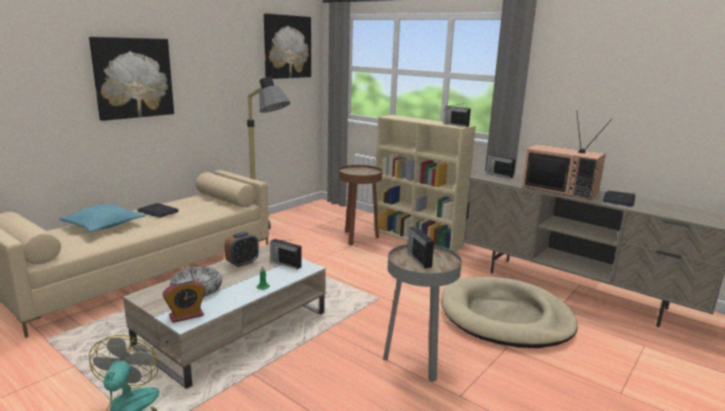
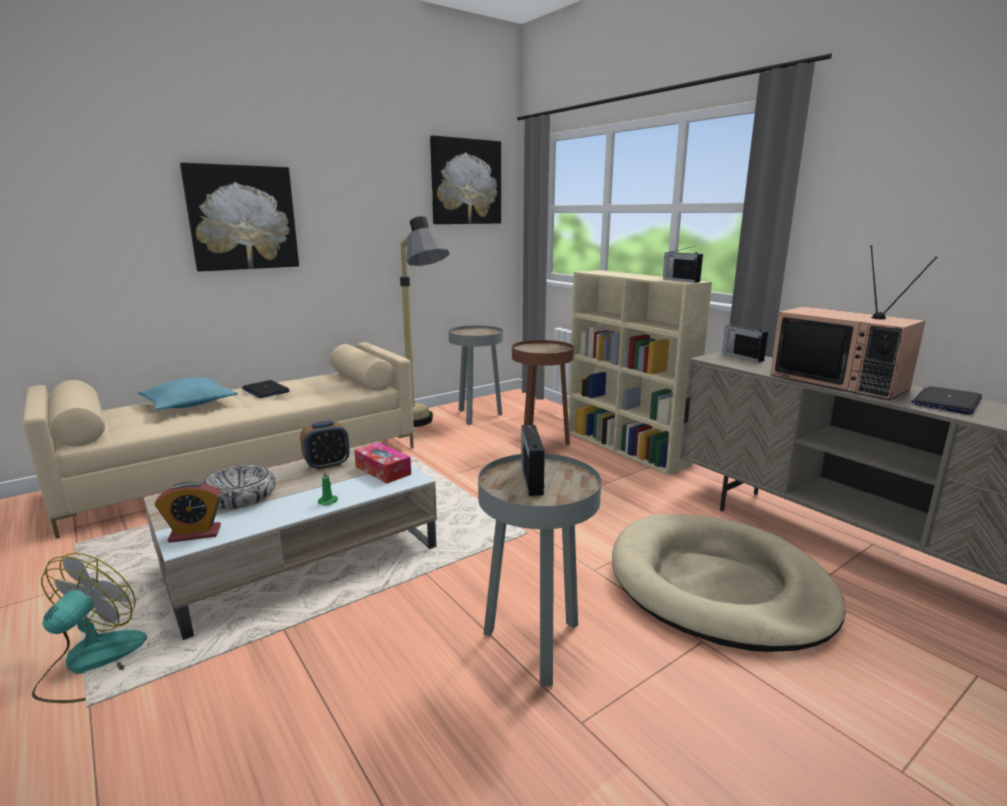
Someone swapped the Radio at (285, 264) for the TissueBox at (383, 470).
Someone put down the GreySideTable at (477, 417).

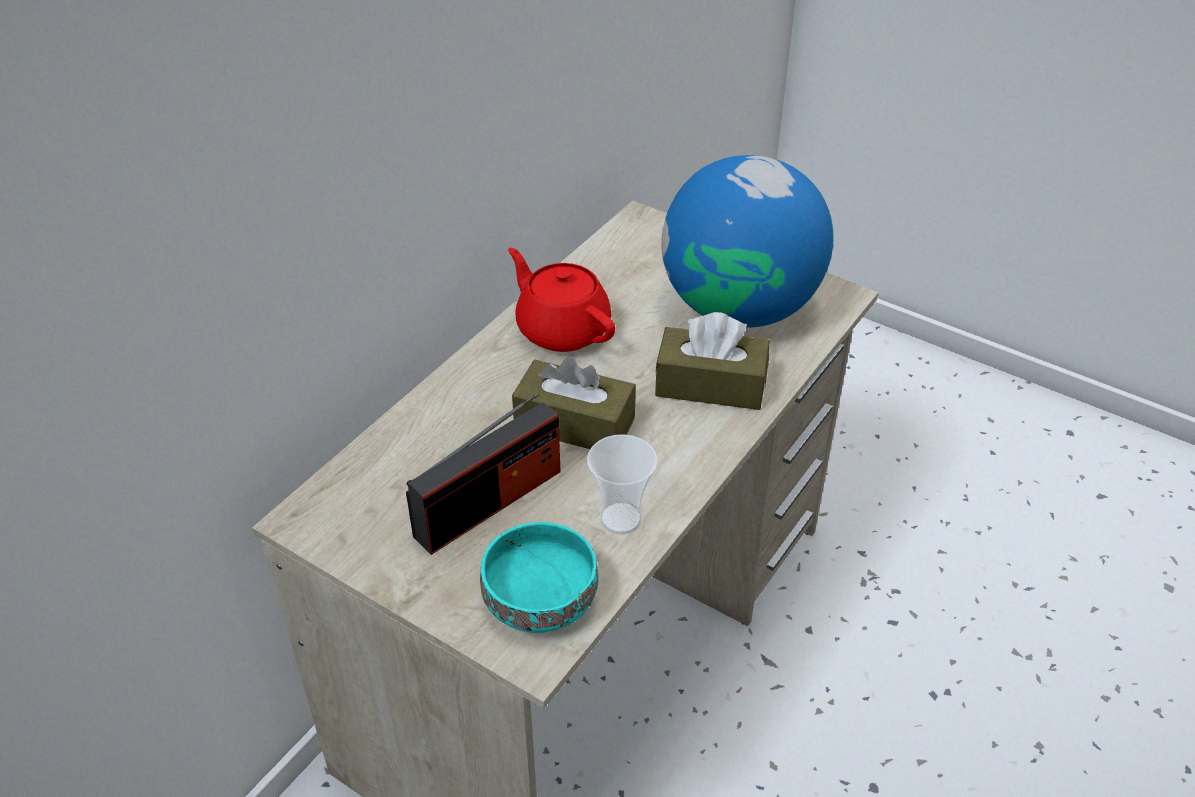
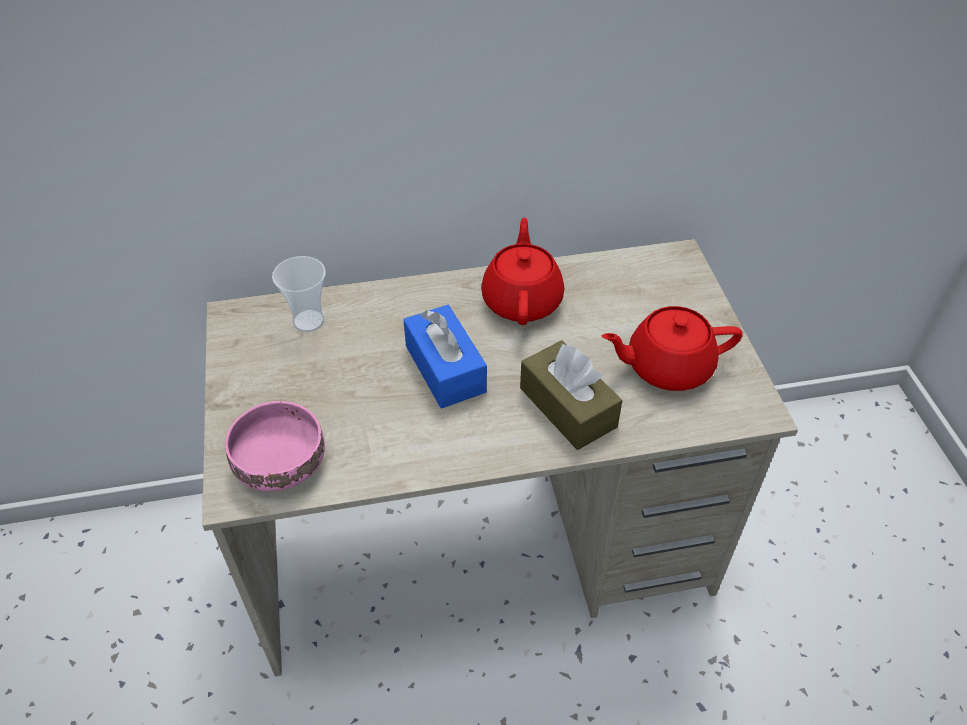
Someone swapped the Globe at (740, 307) for the RedTeapot at (667, 366).
Someone repainted the BrownTissueBox at (574, 424), which became the BlueTissueBox at (445, 369).
Someone took away the Radio at (489, 503).
Someone carried the Cup from (621, 519) to (308, 321).
Someone repainted the TurquoiseBowl at (539, 596), which became the PinkBowl at (282, 461).

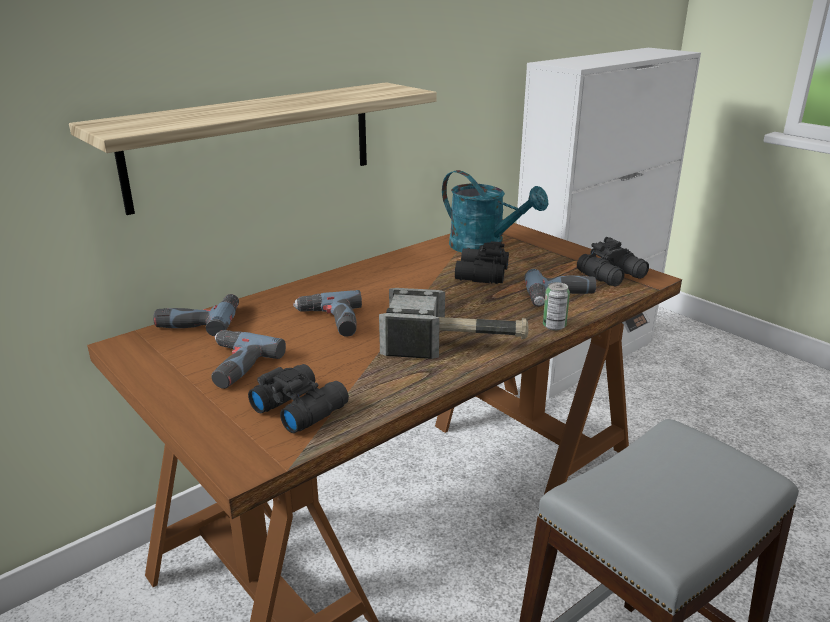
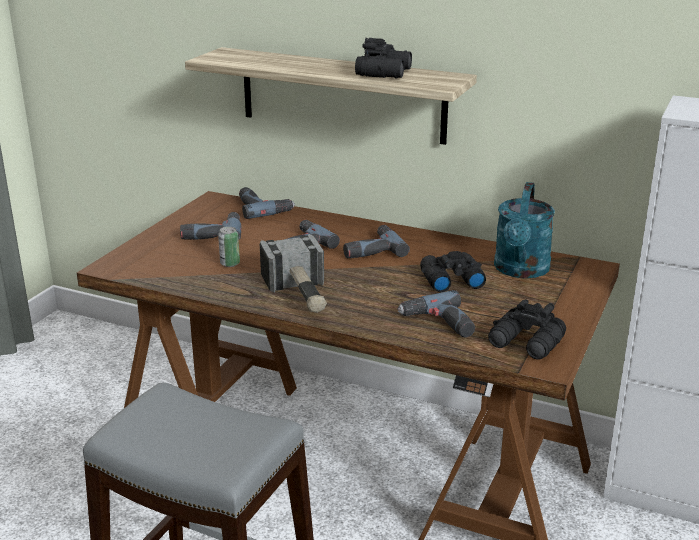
Someone carried the Can from (554, 326) to (230, 264).
Someone carried the BlackBinoculars from (300, 407) to (385, 72).
Someone put down the PowerDrill at (370, 249).

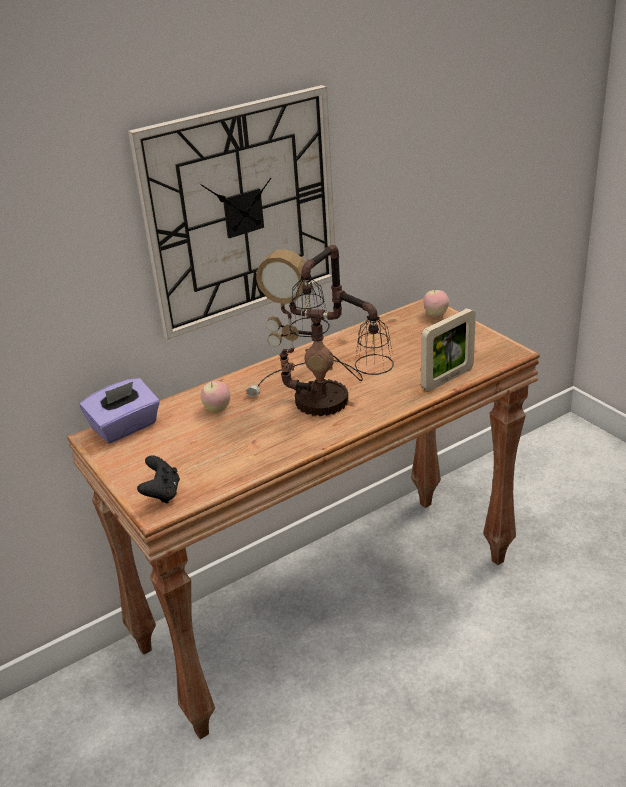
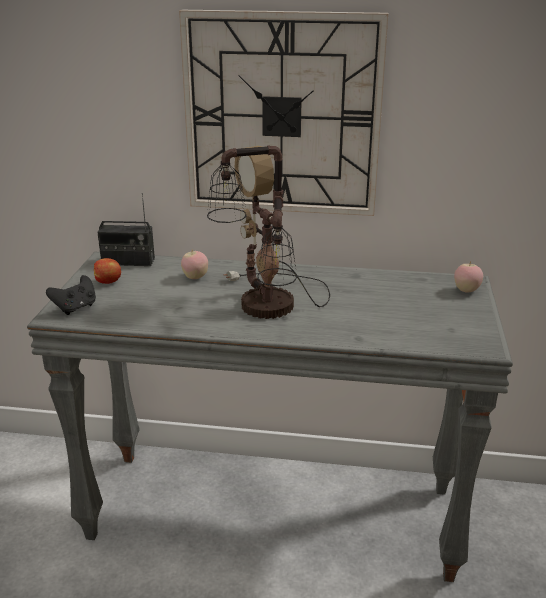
Someone repainted the BrownConsoleTable at (328, 601), which became the GreyConsoleTable at (274, 511).
Someone took away the PictureFrame at (447, 379).
Someone swapped the PurpleTissueBox at (125, 427) for the Radio at (128, 261).
Someone put down the Apple at (108, 282).

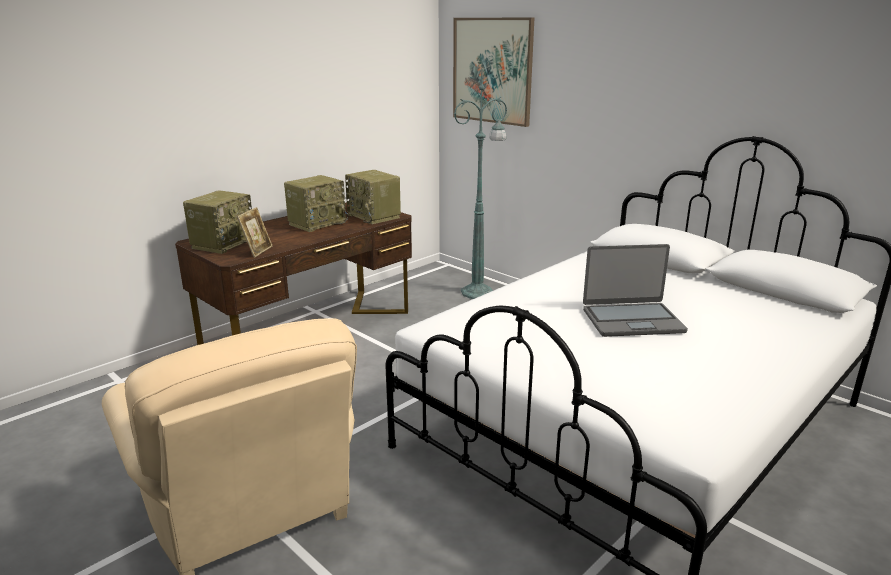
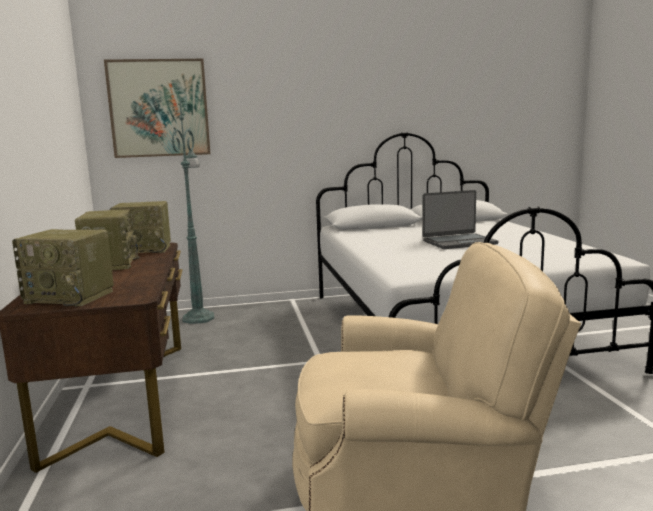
Someone rotated the Radio at (223, 243) by 135 degrees clockwise.
Someone took away the PictureFrame at (257, 251).
Someone rotated the Laptop at (632, 320) by 45 degrees clockwise.

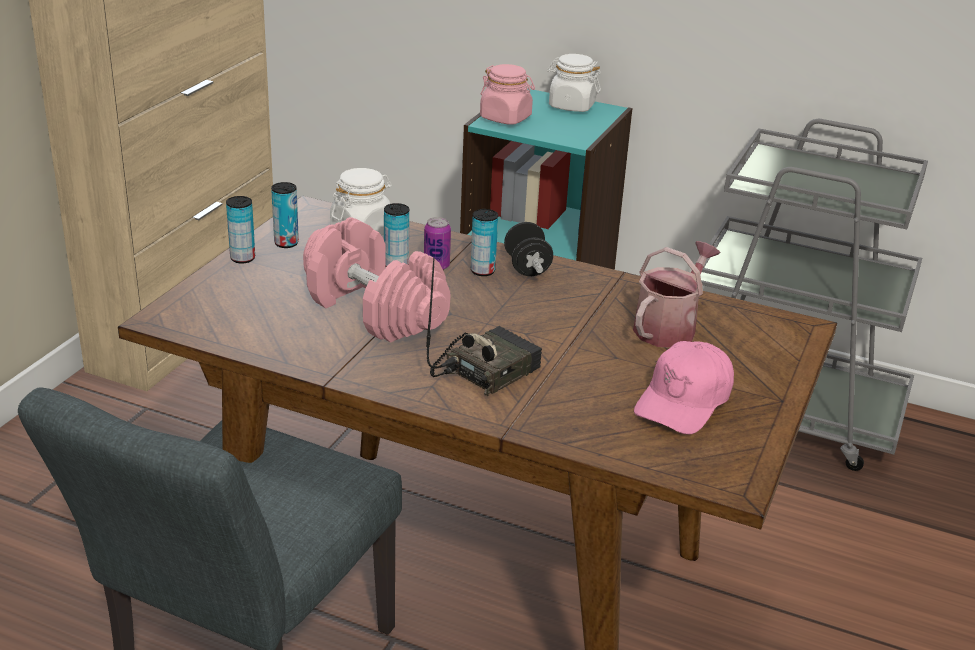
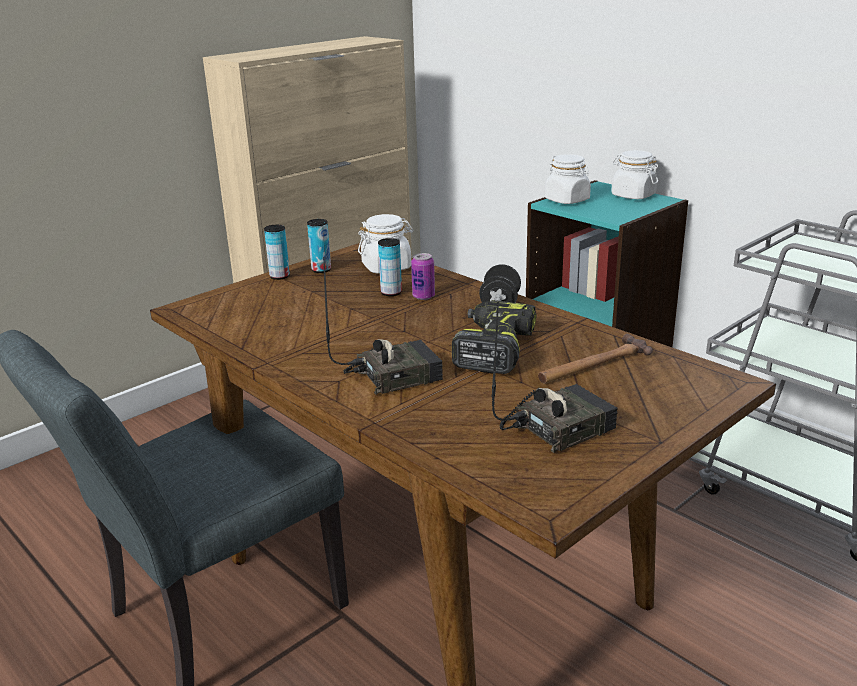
Someone repainted the PinkJar at (506, 118), which became the WhiteJar at (567, 200).
Someone took away the Can at (482, 271).
Someone took away the PinkDumbbell at (373, 309).
Someone swapped the WateringCan at (669, 327) for the Hammer at (593, 365).
Someone swapped the PinkCap at (684, 401) for the Radio at (557, 427).
Someone put down the PowerDrill at (492, 349).

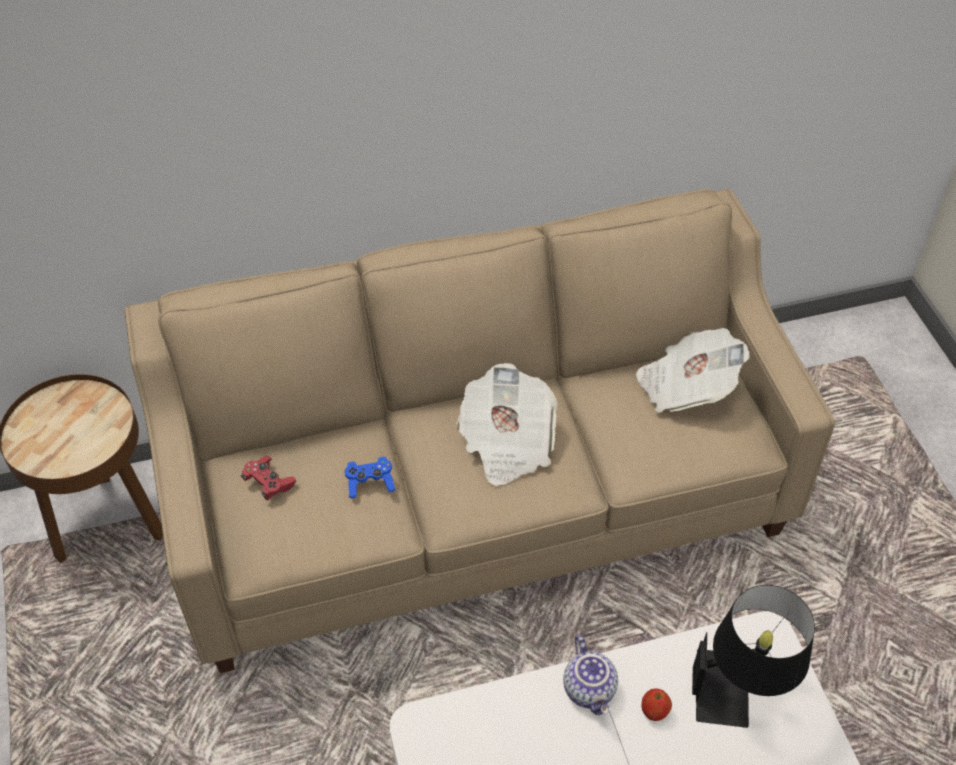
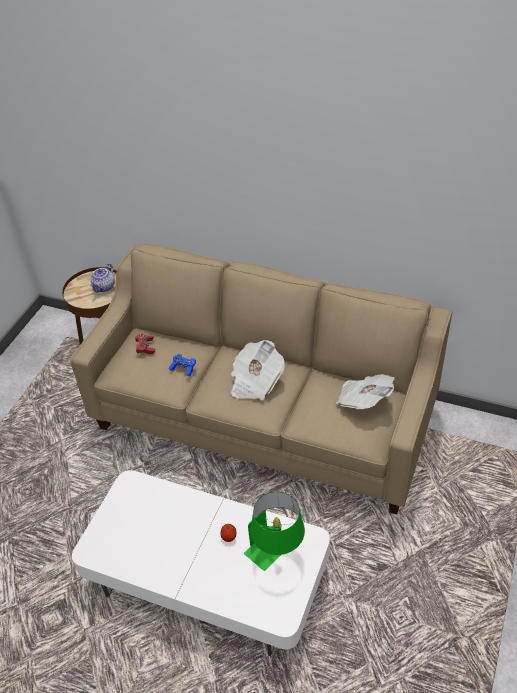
Someone repainted the BlackTableLamp at (740, 689), which became the GreenTableLamp at (277, 553).
Someone carried the Teapot from (590, 689) to (104, 287).

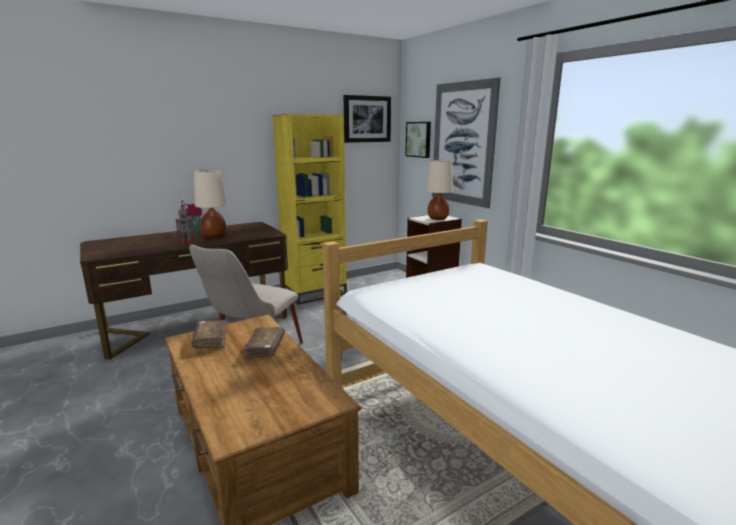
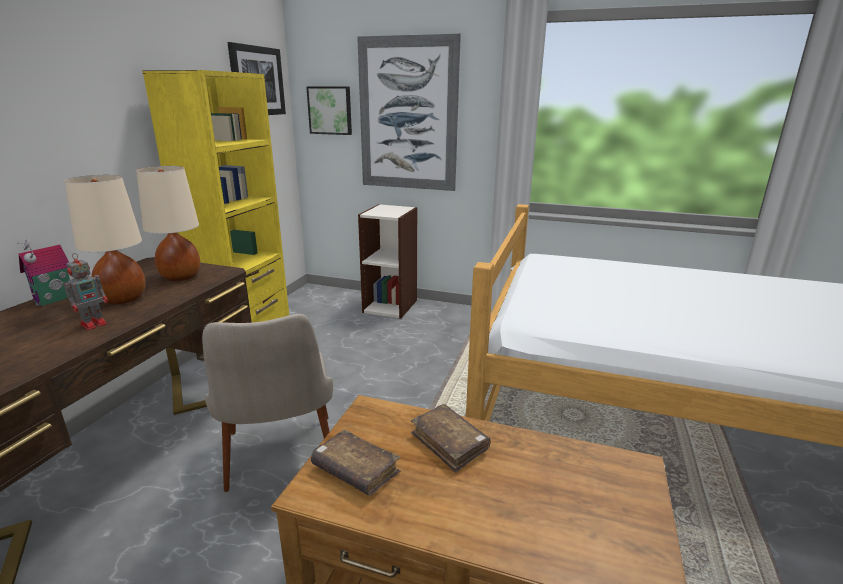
Someone carried the BeigeTableLamp from (437, 219) to (181, 277).

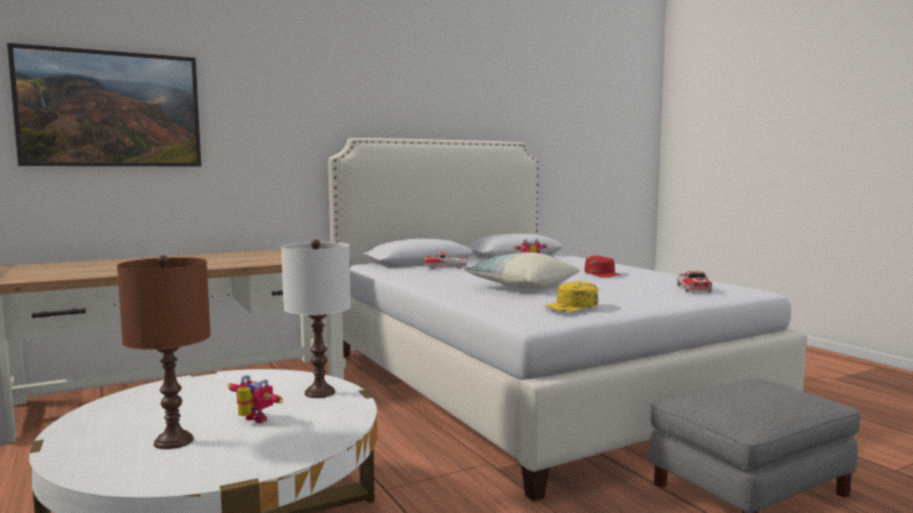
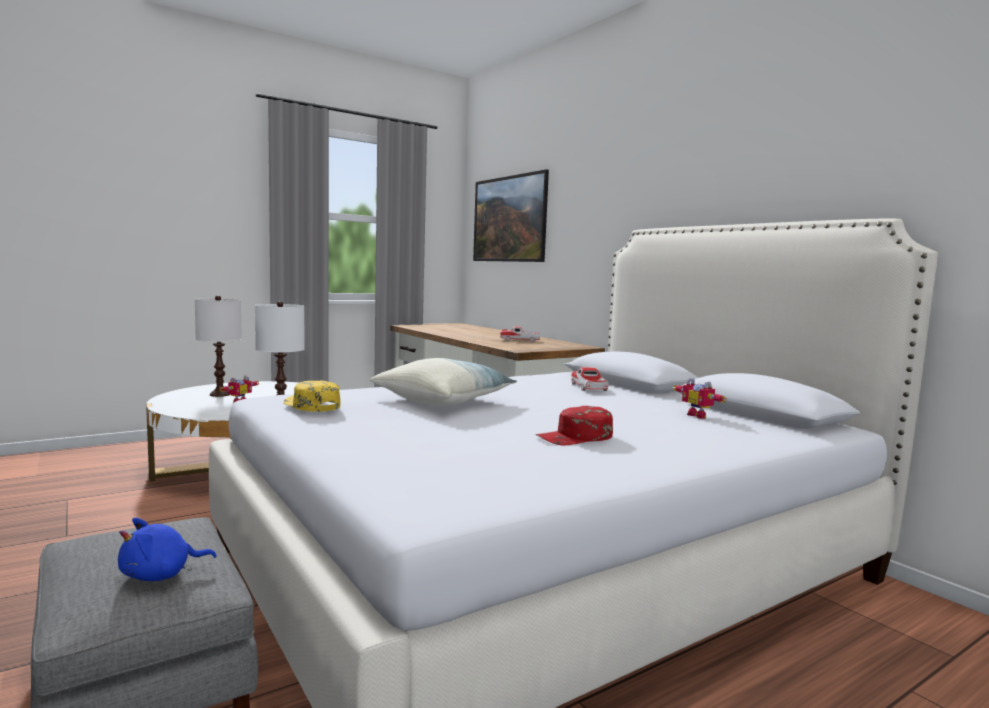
Someone repainted the BrownTableLamp at (174, 441), which became the WhiteTableLamp at (220, 394).
Someone carried the ToyCar from (693, 288) to (520, 340).
Someone put down the BluePlushToy at (161, 575).

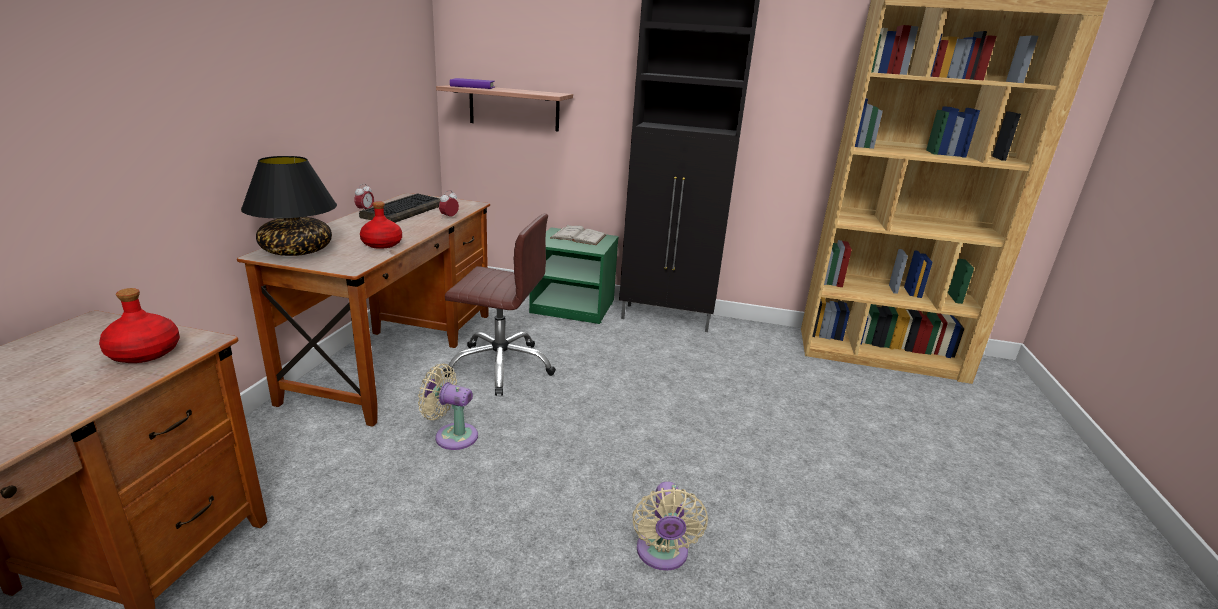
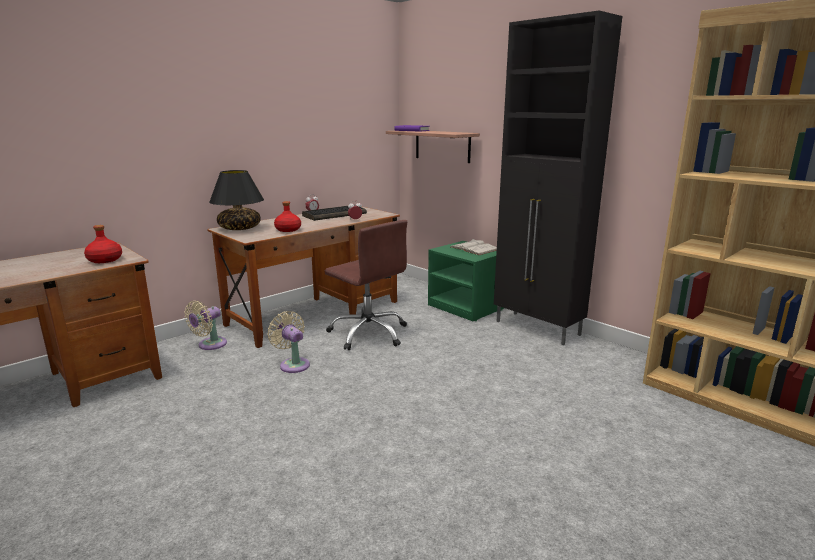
Someone carried the BeigeFan from (662, 554) to (209, 345).

